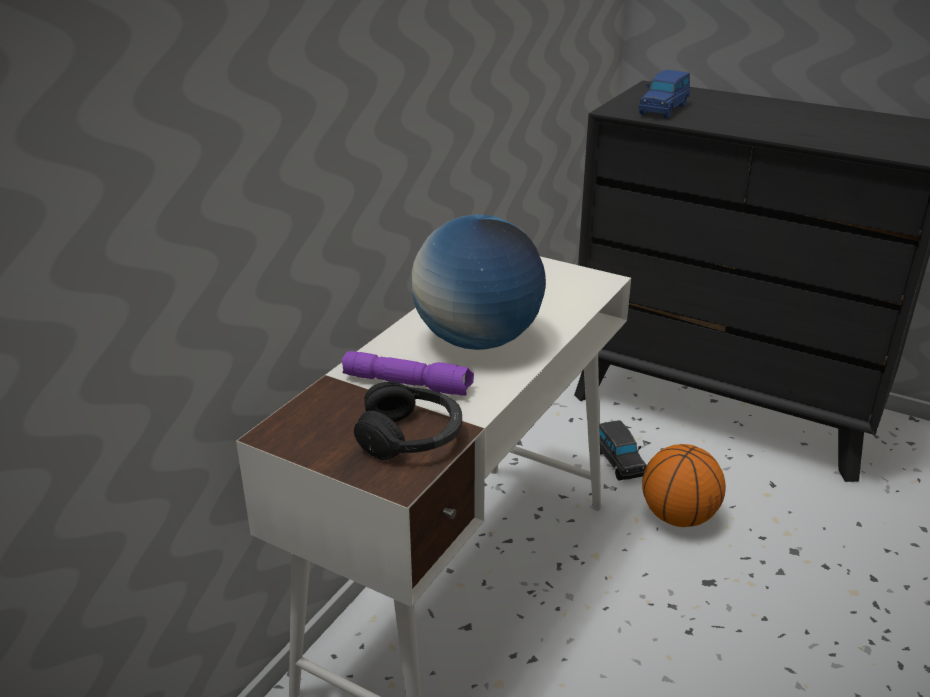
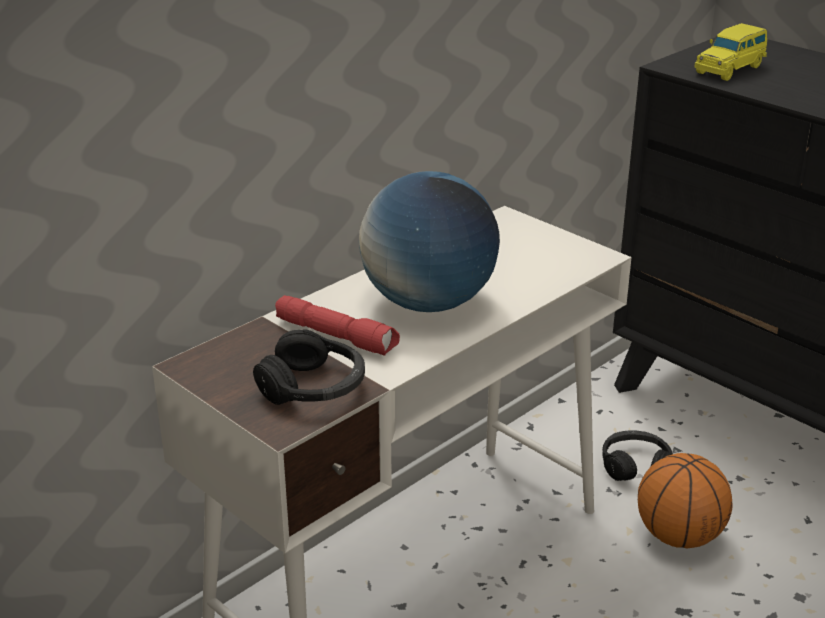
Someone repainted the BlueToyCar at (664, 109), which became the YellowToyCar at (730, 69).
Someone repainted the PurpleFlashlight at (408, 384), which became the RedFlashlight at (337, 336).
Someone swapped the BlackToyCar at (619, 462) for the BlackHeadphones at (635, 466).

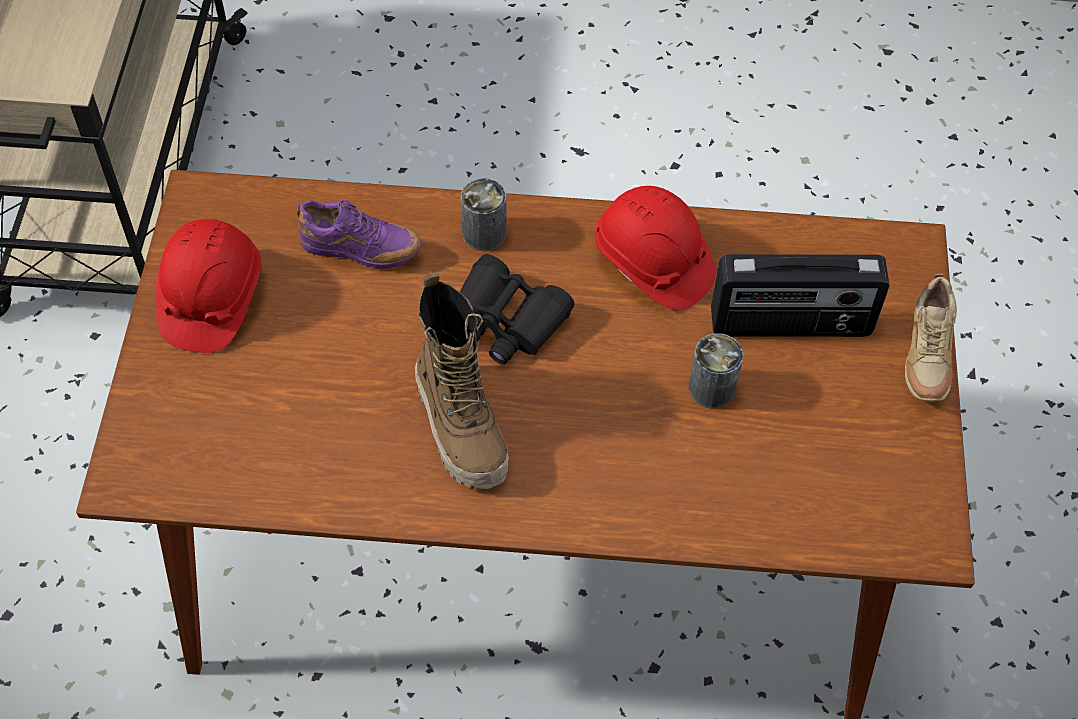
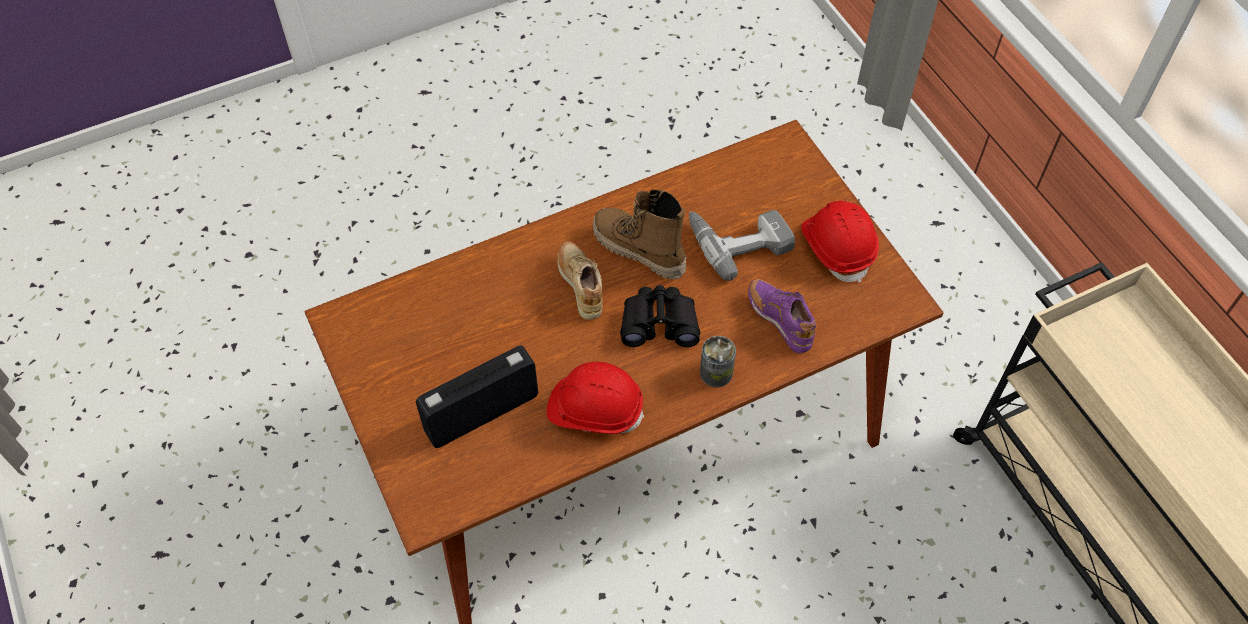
Someone rotated the PurpleShoe at (361, 252) by 75 degrees clockwise.
Someone carried the BeigeShoe from (925, 360) to (581, 286).
Someone took away the Can at (712, 388).
Someone put down the PowerDrill at (738, 239).

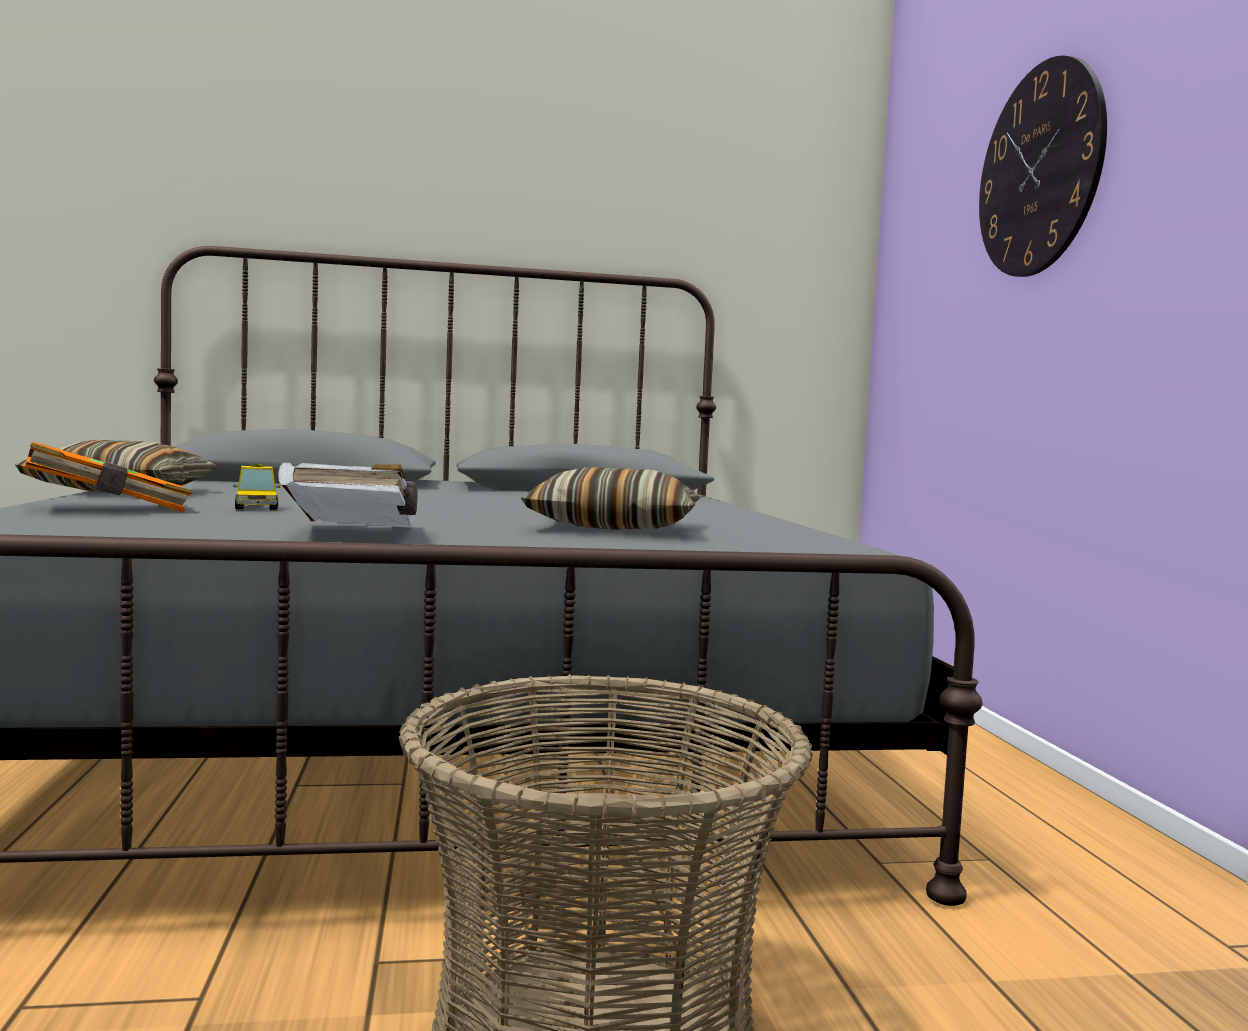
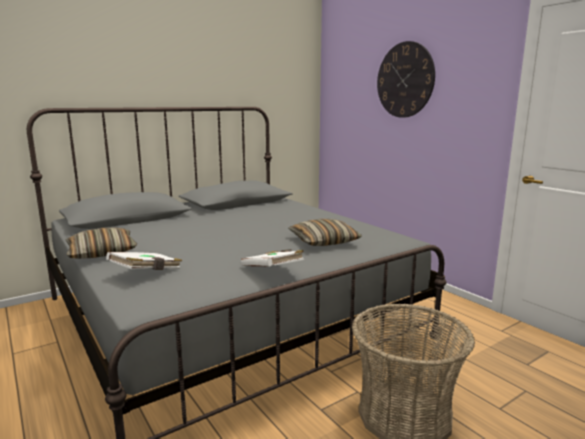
Someone repainted the OrangeBook at (109, 509), which became the WhiteBook at (147, 273).
Someone took away the ToyCar at (256, 508).

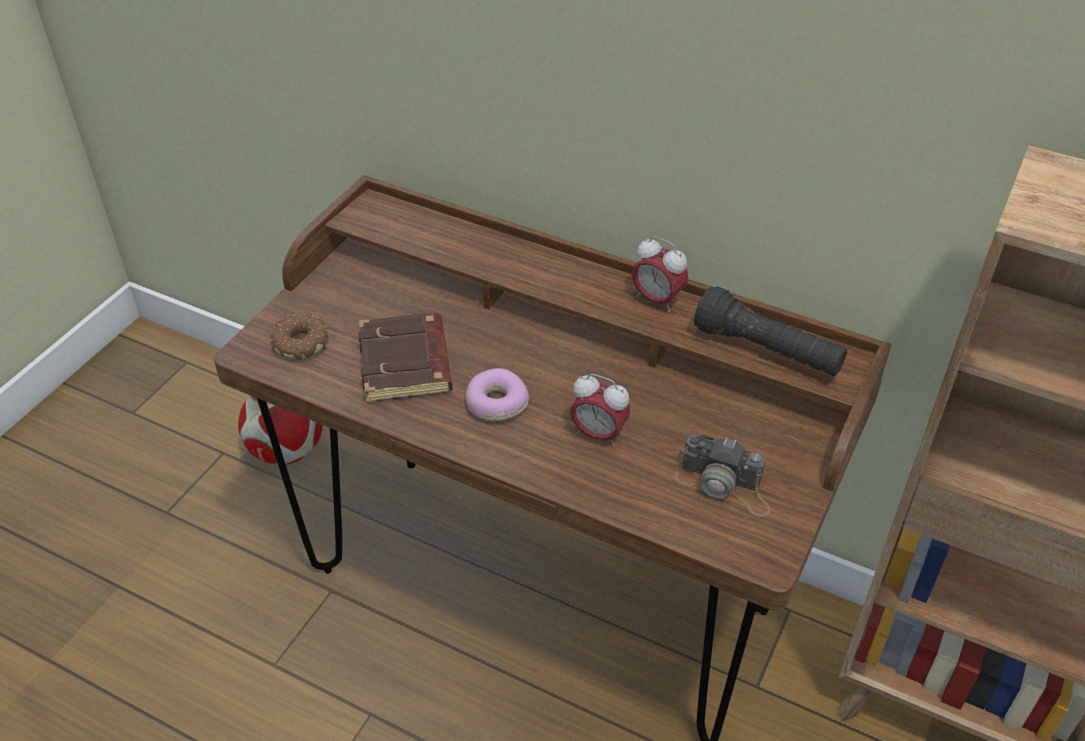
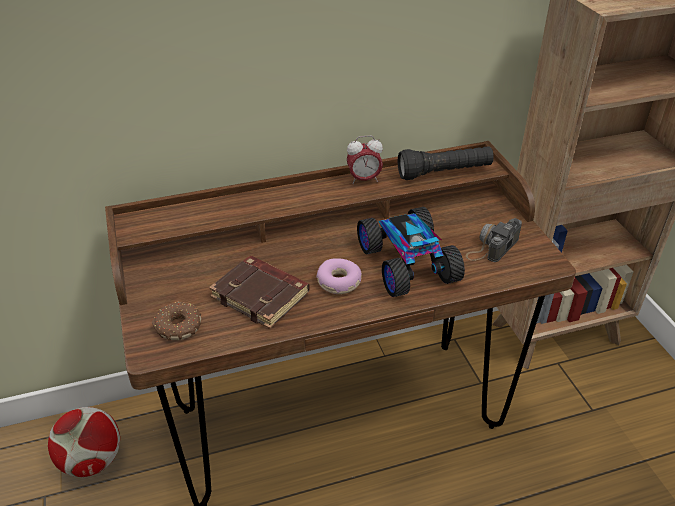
Someone swapped the AlarmClock at (598, 434) for the ToyCar at (408, 263).
Someone rotated the PhotoCamera at (724, 486) by 150 degrees clockwise.

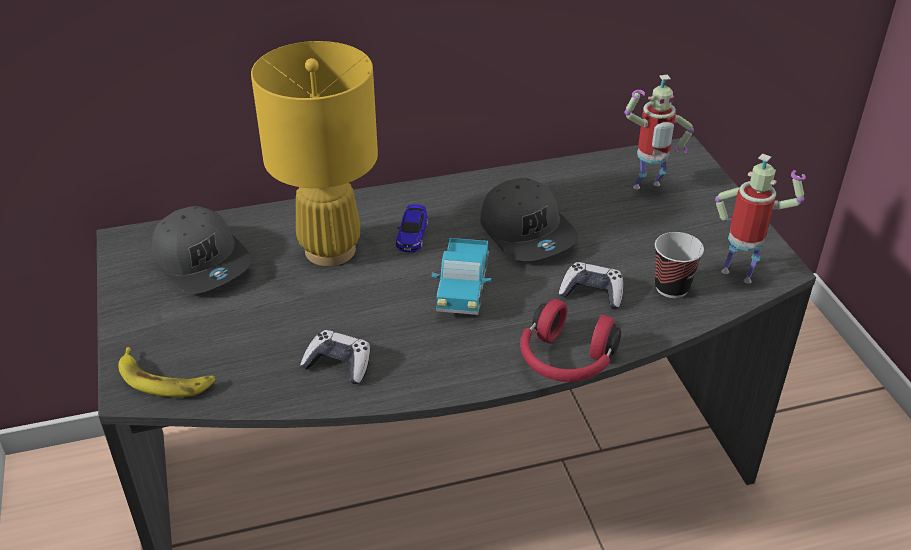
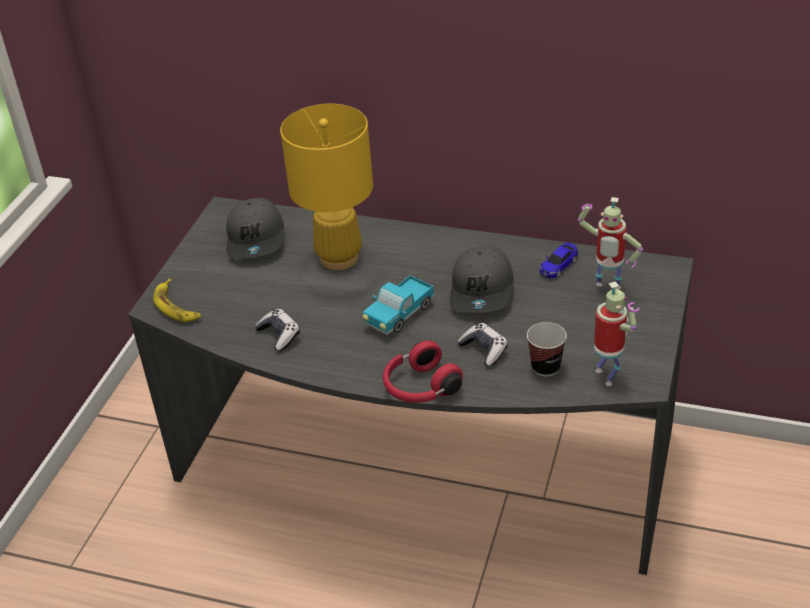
Someone carried the ToyCar from (412, 235) to (558, 266).

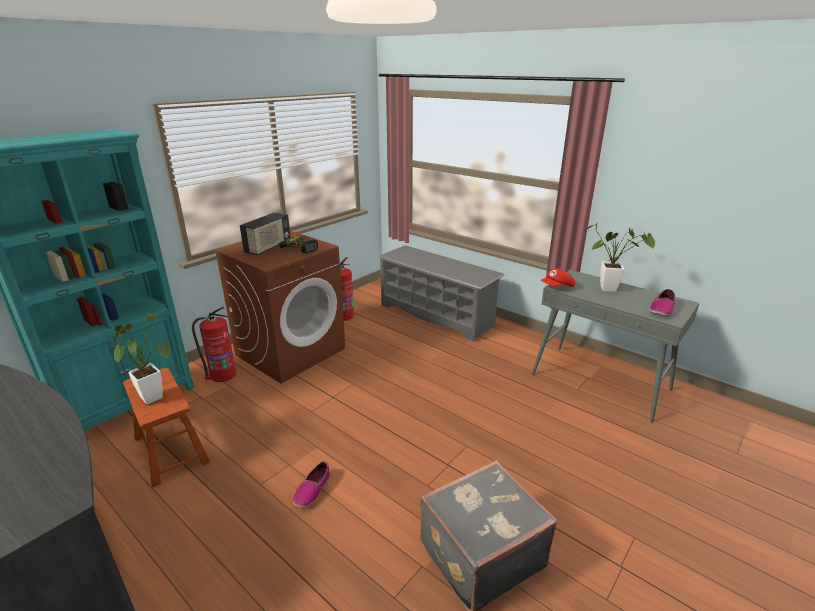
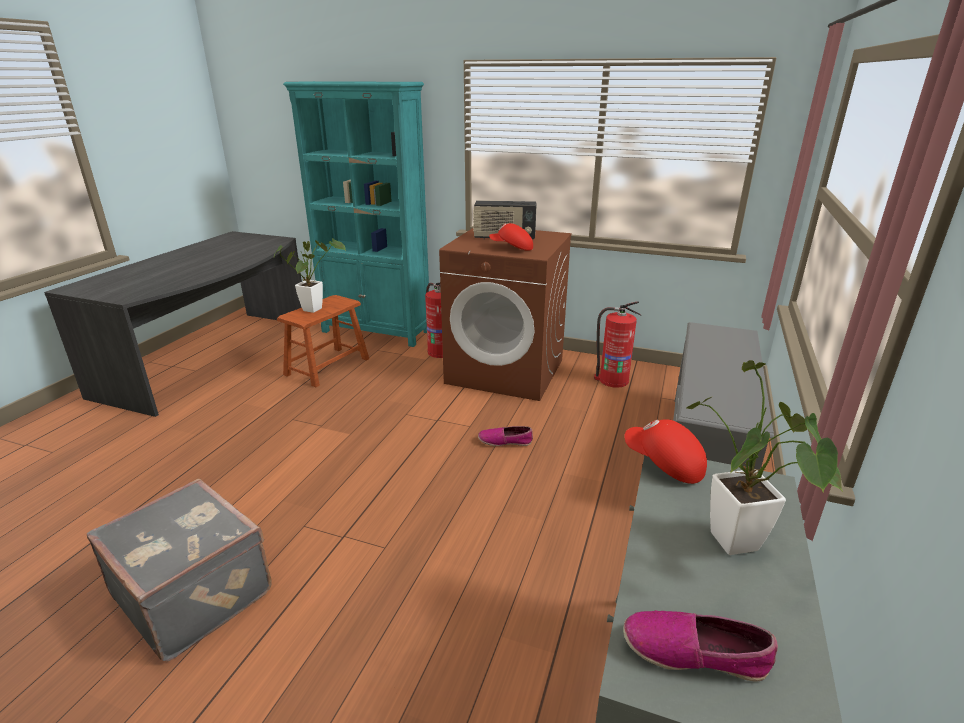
Someone swapped the PowerDrill at (298, 250) for the RedCap at (511, 248).
Someone carried the Shoe from (312, 490) to (505, 441).

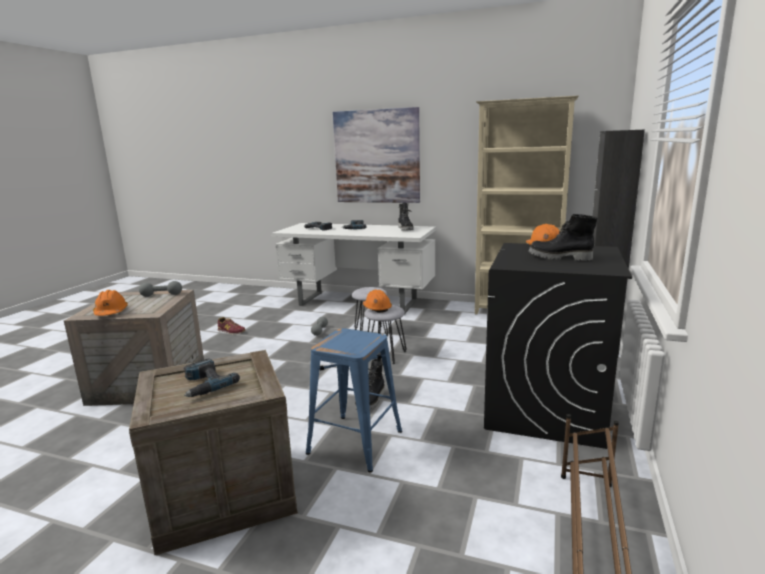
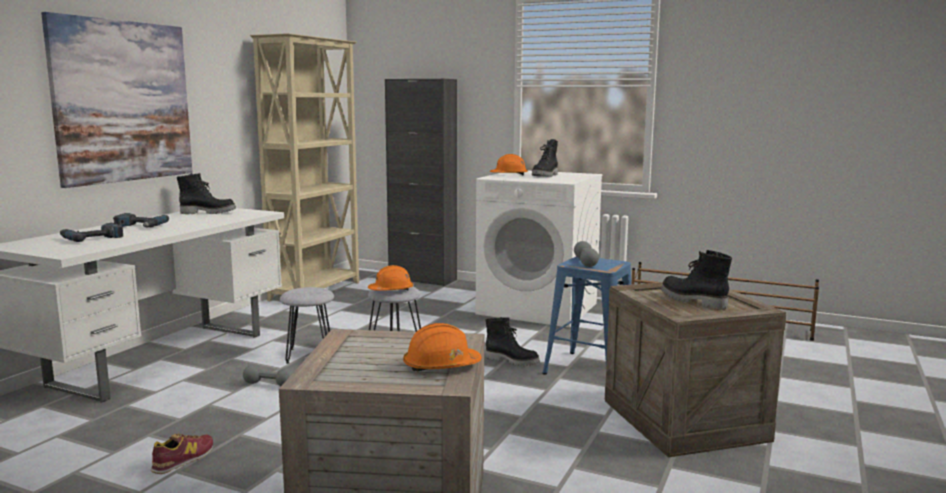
Someone repainted the BlackWashingMachine at (545, 408), which became the WhiteWashingMachine at (538, 308).
Someone carried the GreyDumbbell from (161, 295) to (585, 262).
Someone swapped the PowerDrill at (204, 384) for the BlackBoot at (692, 301).

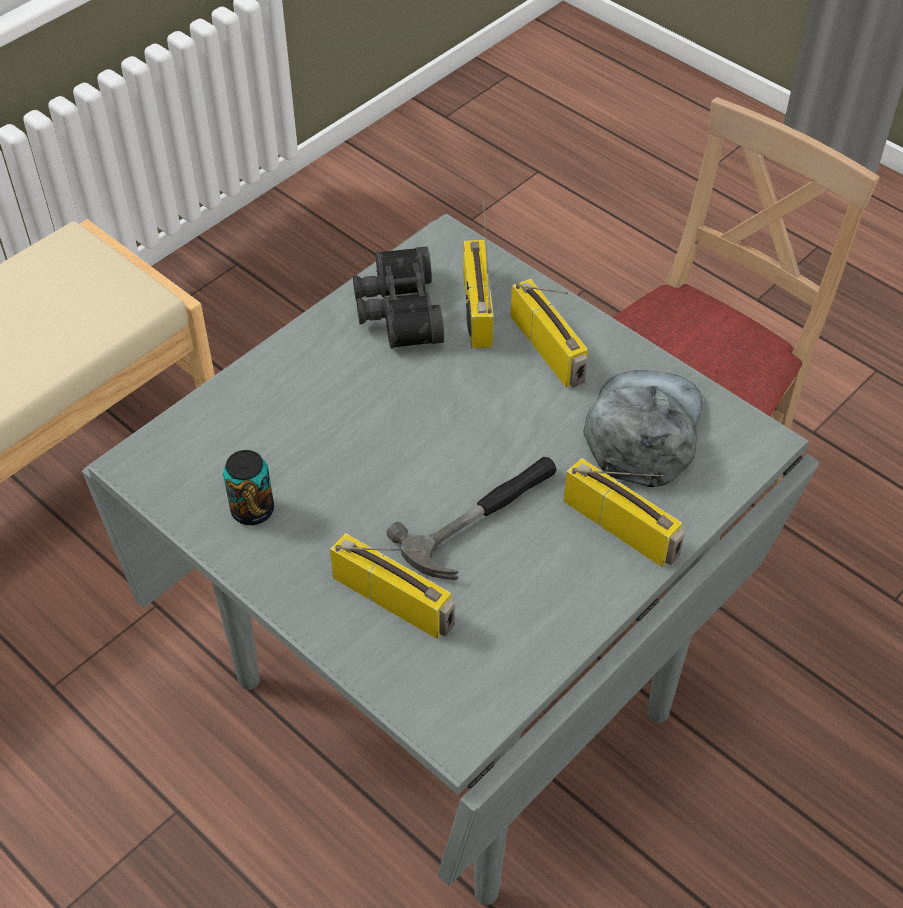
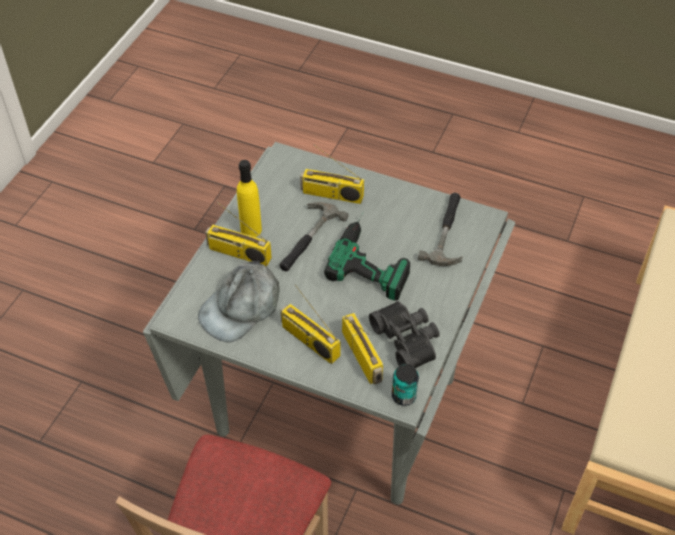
Someone rotated the GreyCap at (643, 429) by 45 degrees clockwise.
Someone carried the Can from (252, 510) to (404, 396).
Someone put down the YellowBottle at (251, 230).
Someone put down the Hammer at (448, 232).
Someone put down the PowerDrill at (374, 257).

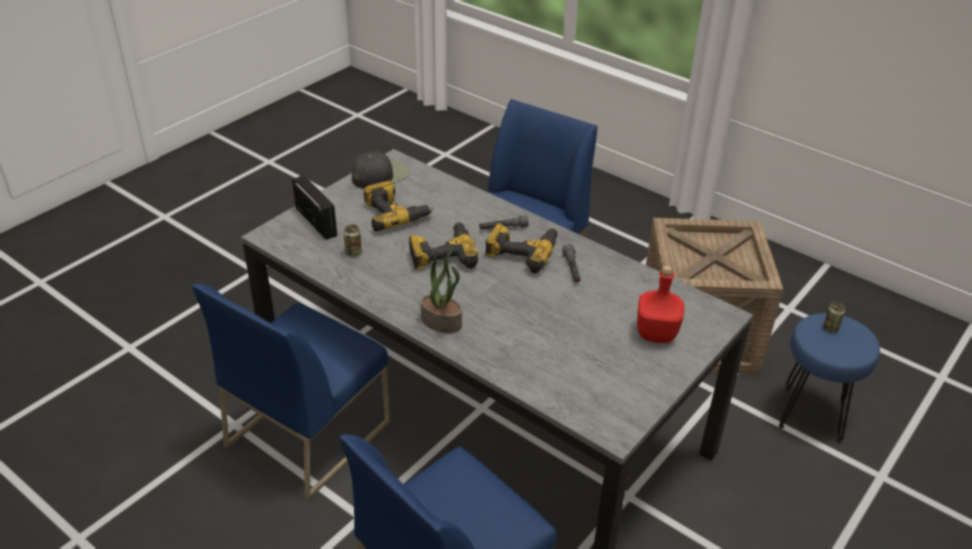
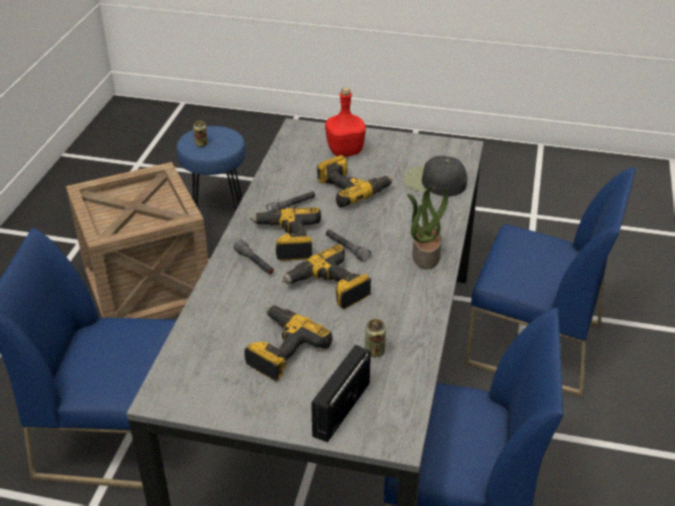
Someone carried the BlackCap from (380, 175) to (434, 182).
Someone put down the PowerDrill at (352, 188).
Someone put down the GreyFlashlight at (346, 249).

